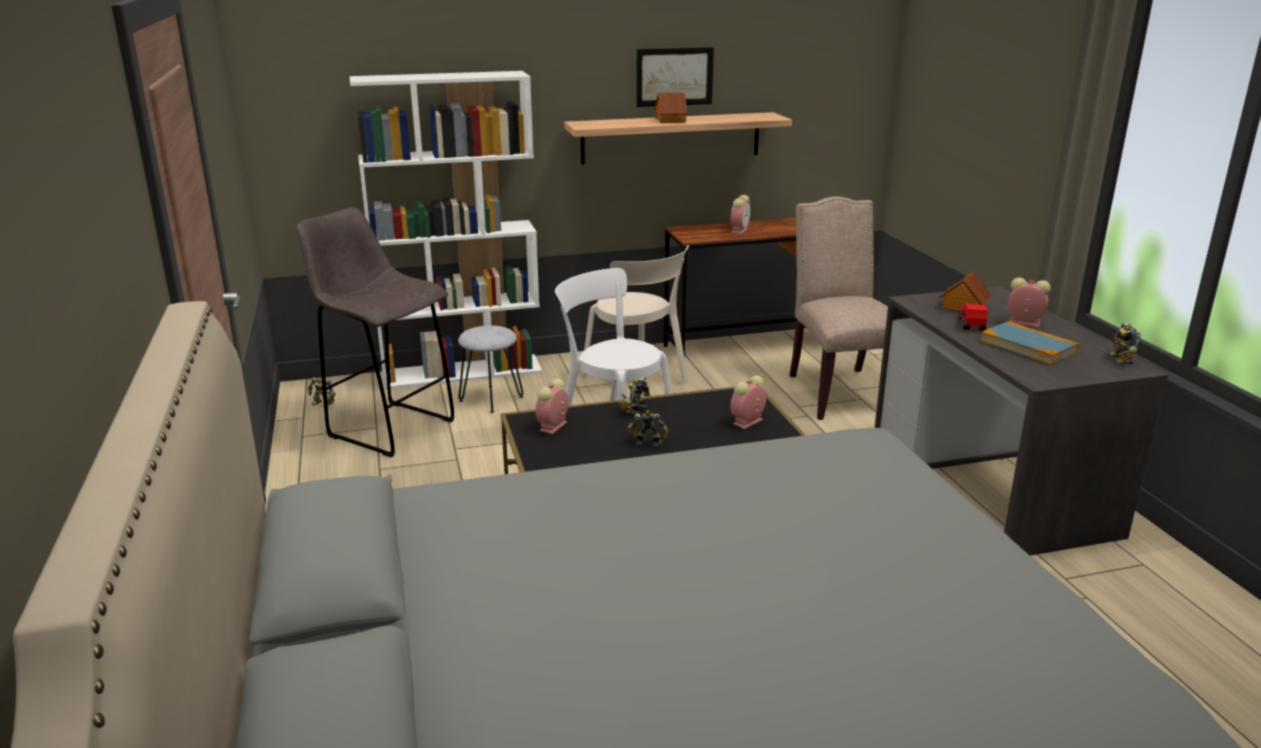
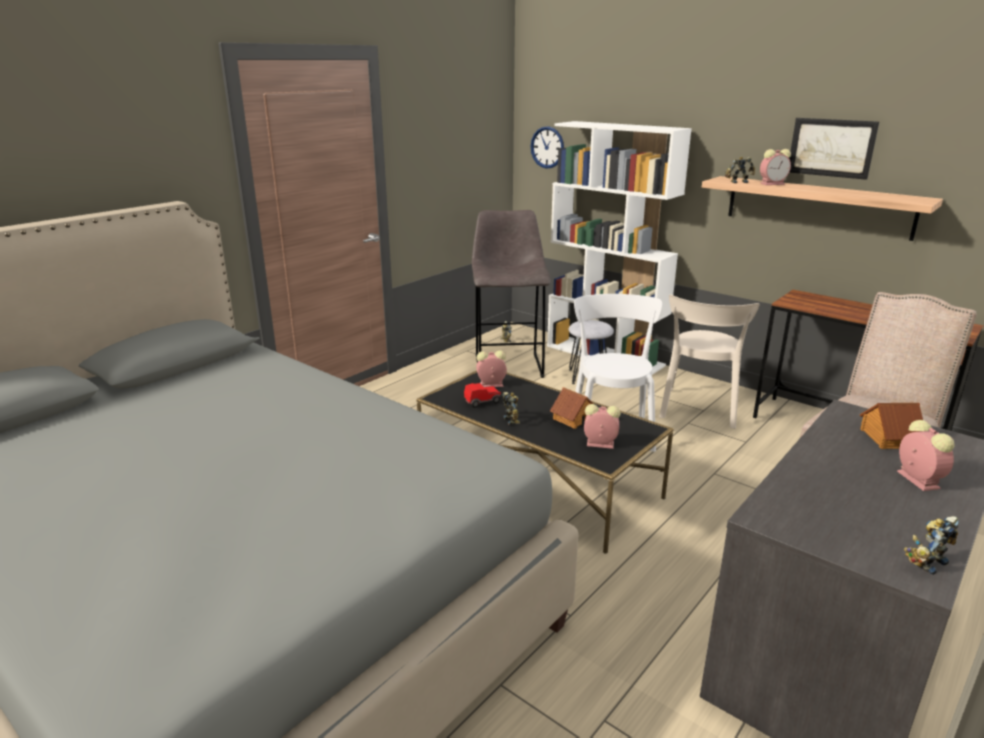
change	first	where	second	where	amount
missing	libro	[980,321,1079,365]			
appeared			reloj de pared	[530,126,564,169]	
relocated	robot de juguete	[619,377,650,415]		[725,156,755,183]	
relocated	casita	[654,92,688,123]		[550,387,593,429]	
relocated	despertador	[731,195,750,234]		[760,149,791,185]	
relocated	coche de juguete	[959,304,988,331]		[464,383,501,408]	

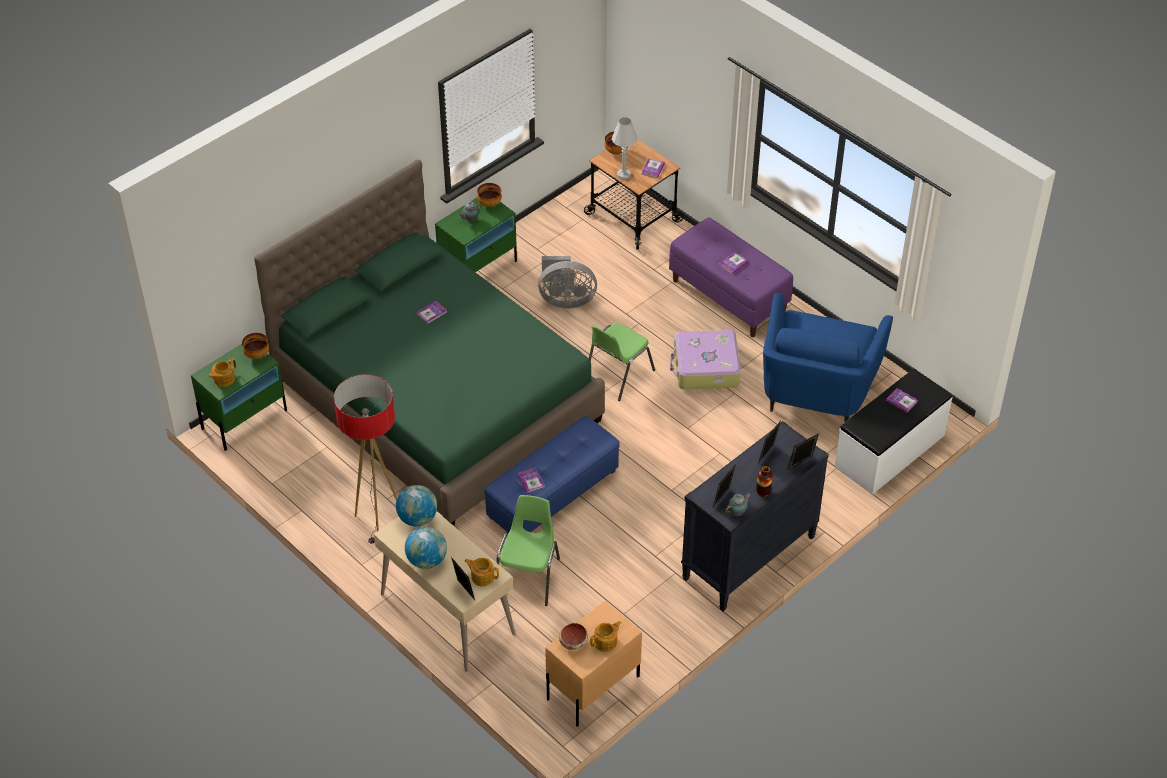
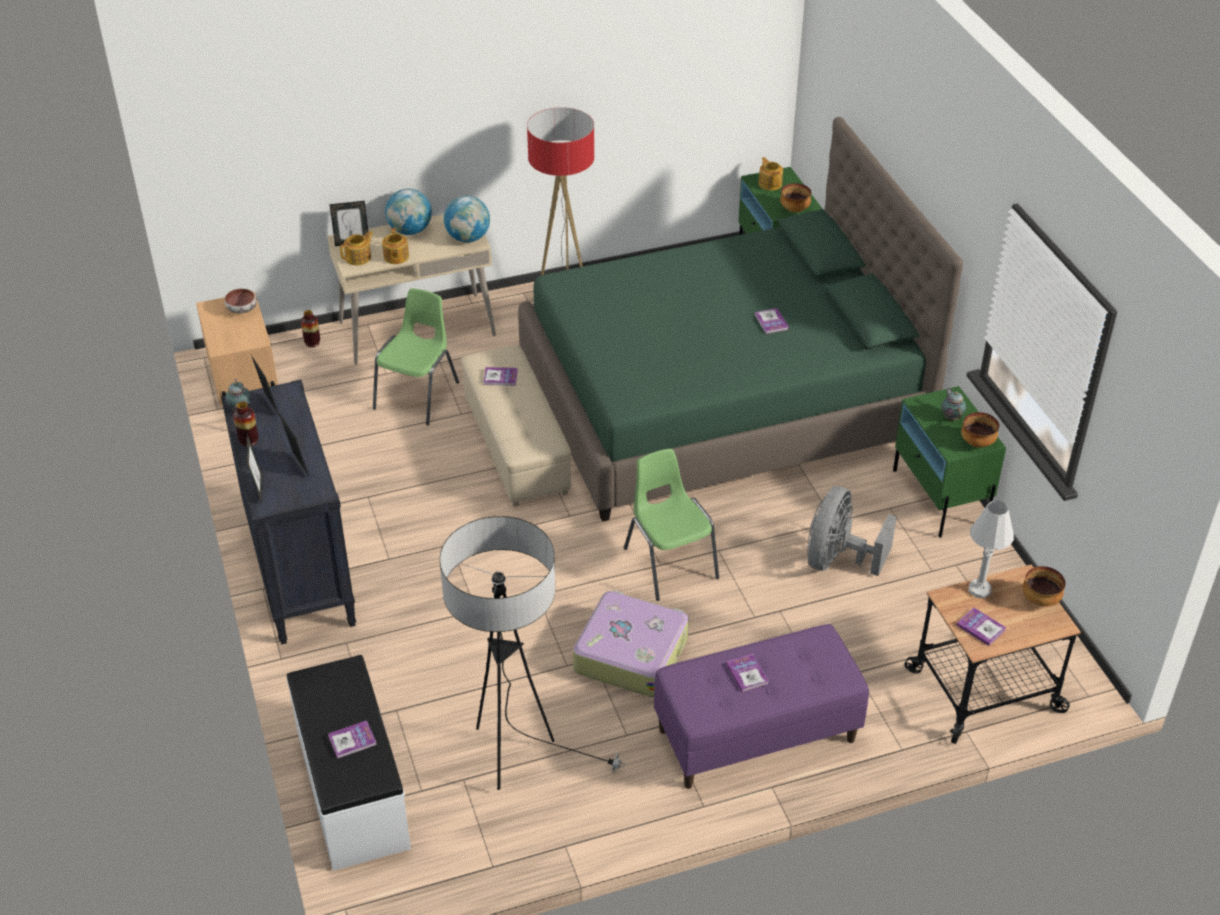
change	first	where	second	where	amount
appeared			florero	[301,310,320,348]	
relocated	tetera	[590,621,622,652]		[382,228,409,264]	
exchanged	sillón/azul	[763,293,893,423]	lámpara de pie	[440,516,625,790]	
colour	puf/azul	[484,416,619,533]	puf/beis	[461,345,571,507]	
spun	silla/verde	[496,495,560,606]		[373,288,459,425]	105 degrees counterclockwise

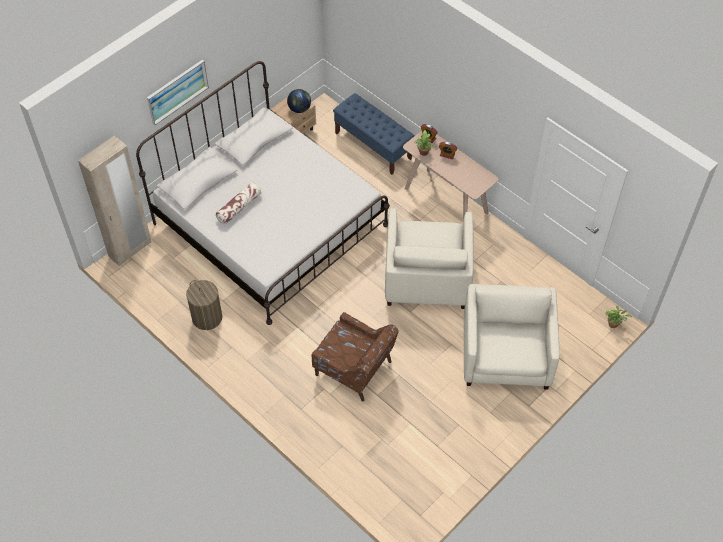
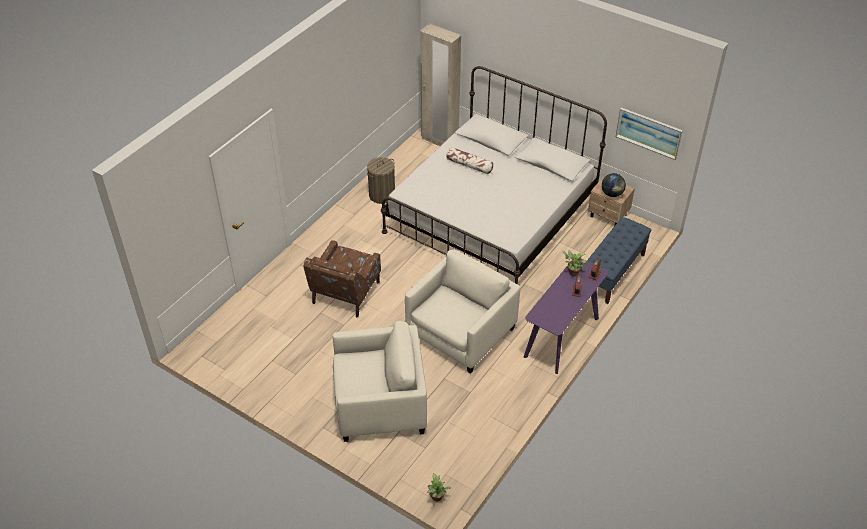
change	first	where	second	where	amount
relocated	cuadro	[147,60,209,125]		[616,107,683,160]	
colour	mesa consola/beis	[403,131,498,221]	mesa consola/morado	[524,258,608,374]	
spun	sillón/beis	[385,208,474,309]		[405,249,520,374]	135 degrees clockwise

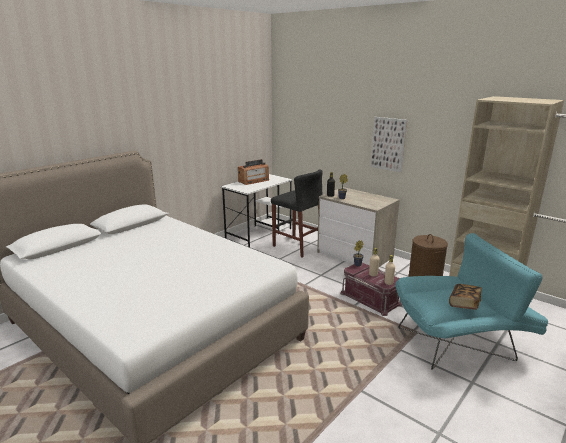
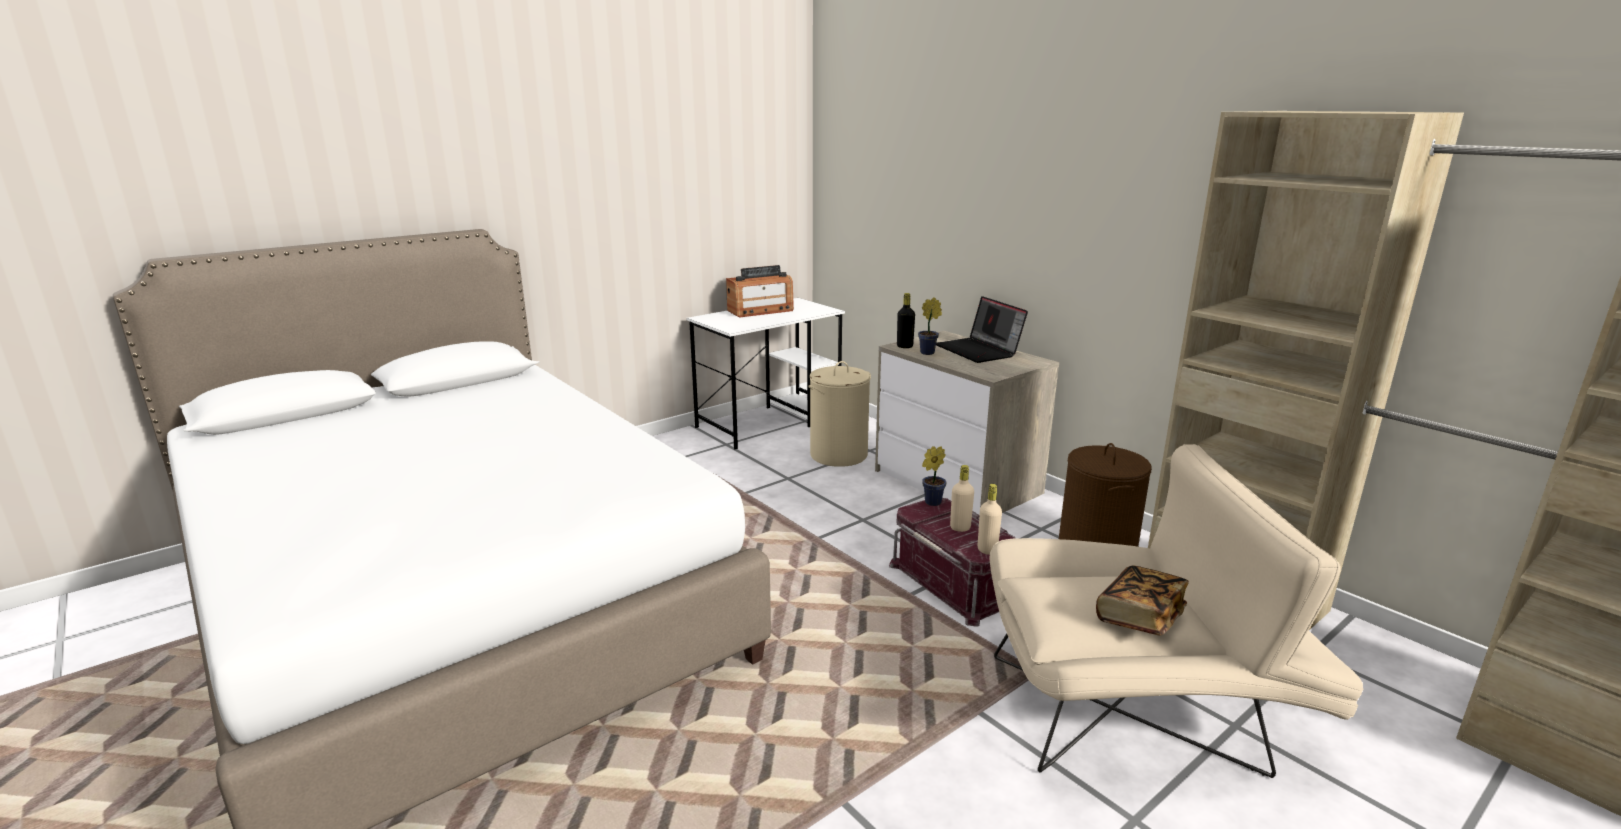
change	first	where	second	where	amount
missing	cuadro	[371,117,407,172]			
appeared			portátil	[936,296,1028,363]	
exchanged	taburete/negro	[271,169,323,258]	cesto de la ropa/beis	[808,361,871,467]	
colour	sillón/turquesa	[395,233,548,370]	sillón/beis	[989,444,1363,778]	

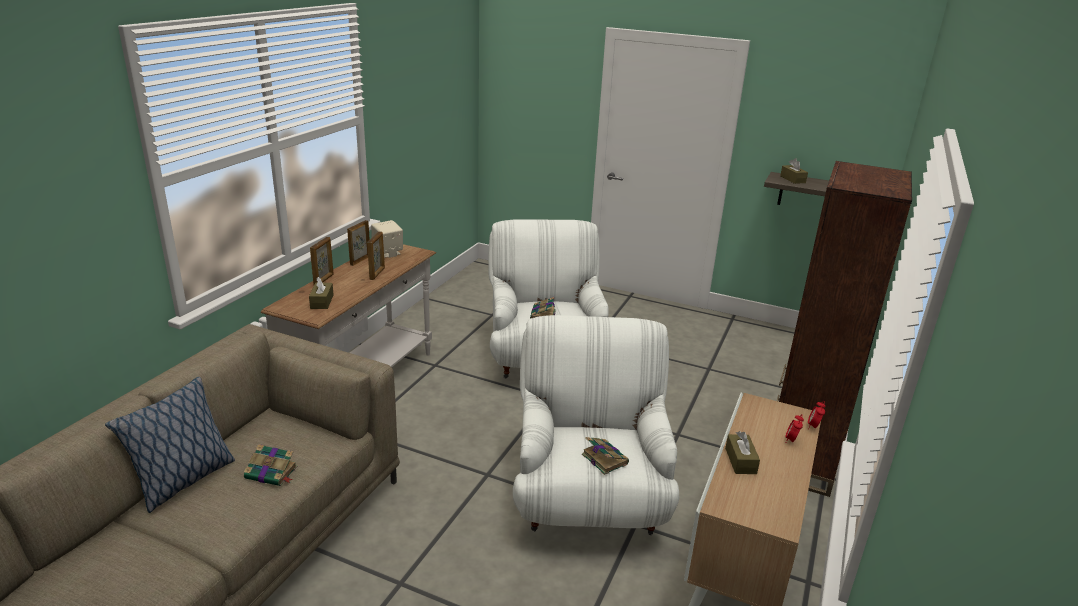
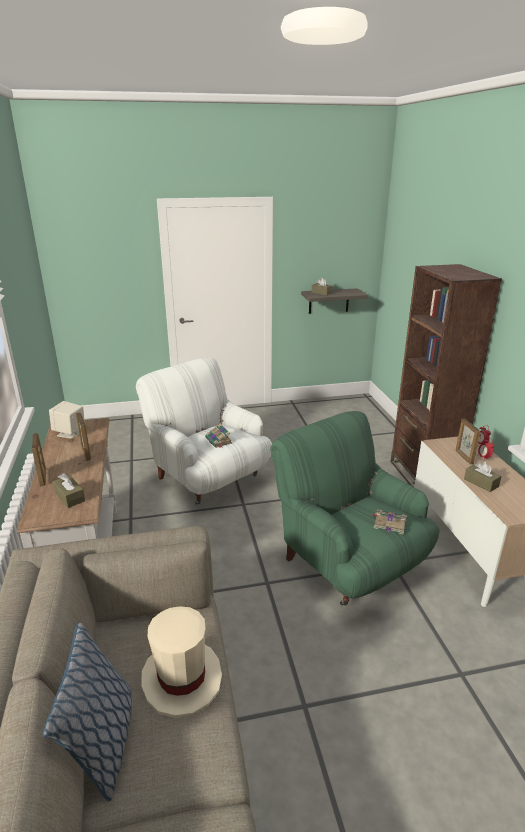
change	first	where	second	where	amount
relocated	portarretratos	[347,220,370,266]		[456,419,480,464]	
exchanged	libro	[244,444,297,486]	sombrero/beis	[141,606,222,718]	
colour	sillón/blanco	[513,315,680,535]	sillón/verde	[270,411,440,606]	

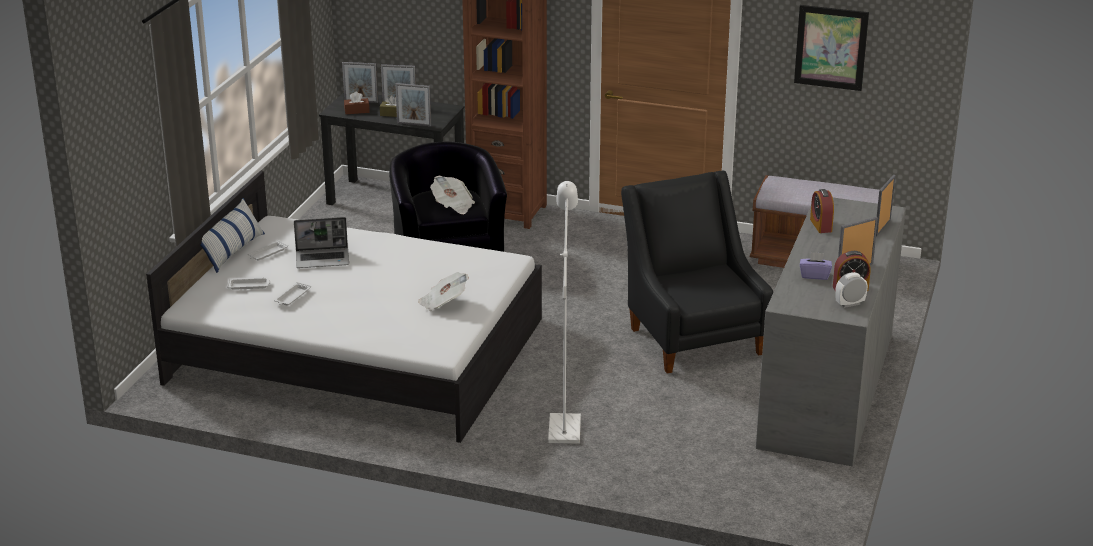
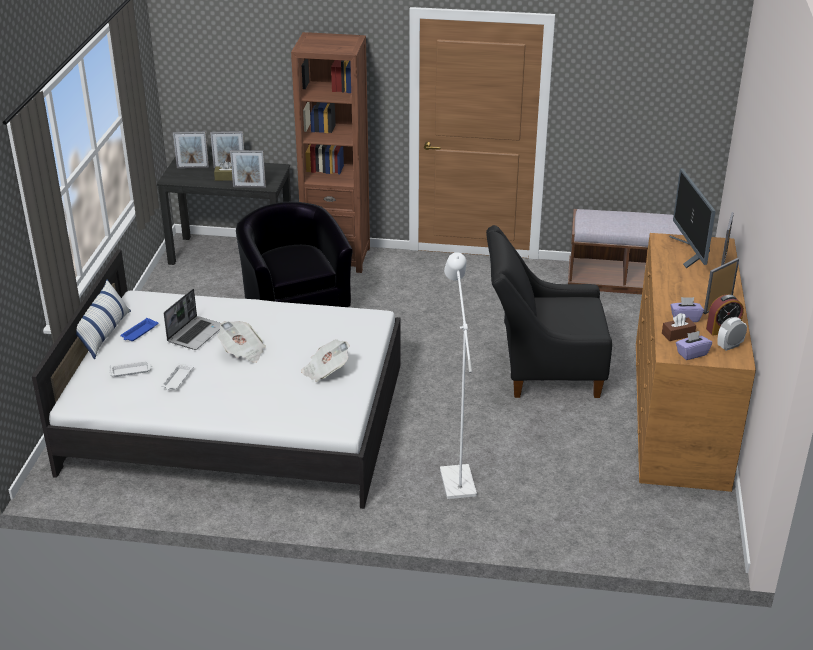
change	first	where	second	where	amount
missing	cuadro	[794,5,869,91]			
missing	despertador	[810,189,834,233]			
appeared			monitor	[669,168,716,268]	
appeared			caja de pañuelos/morado	[676,331,712,360]	
relocated	caja de pañuelos/marrón	[344,92,370,114]		[662,313,696,341]	
relocated	periódico	[430,176,475,214]		[217,321,266,363]	
colour	bandeja/blanco	[247,240,288,261]	bandeja/azul	[120,318,158,341]	
colour	cómoda/gris	[756,198,906,466]	cómoda/marrón	[636,233,756,492]	
spun	portátil	[294,217,349,268]		[164,289,221,350]	45 degrees counterclockwise
spun	sillón/negro	[621,171,773,373]		[486,225,612,398]	60 degrees counterclockwise

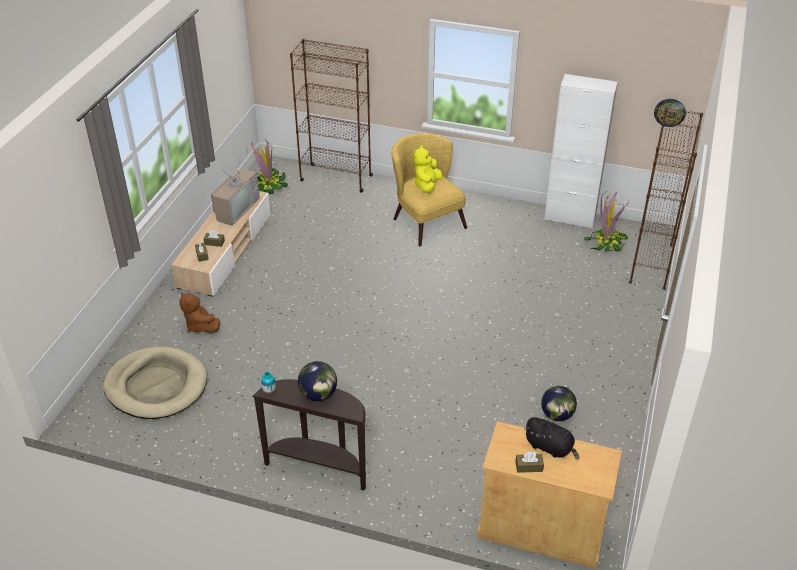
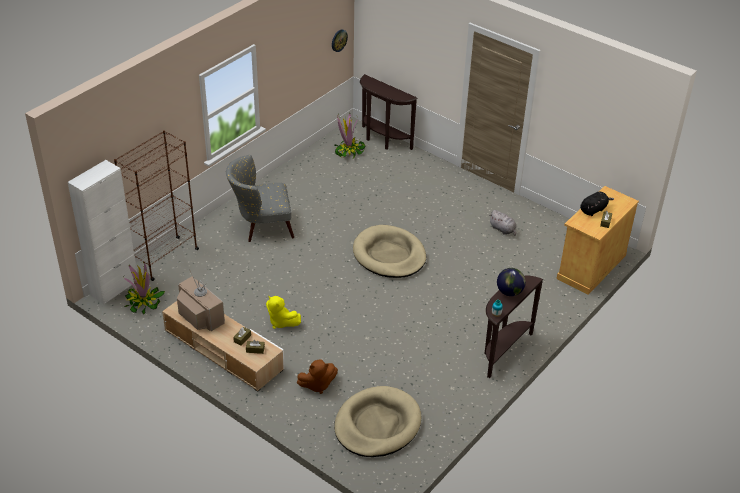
change	first	where	second	where	amount
appeared			cama para perro/beis	[353,225,426,278]	
relocated	peluche/amarillo	[413,145,442,193]		[266,296,301,329]	
relocated	armario/blanco	[544,74,618,229]		[68,160,137,304]	
exchanged	globo terráqueo	[541,386,577,421]	peluche/gris	[489,210,516,236]	
exchanged	estantería/marrón	[629,107,703,290]	mesa consola/marrón	[360,74,418,150]	
colour	sillón/amarillo	[391,133,467,246]	sillón/gris	[226,155,294,242]	

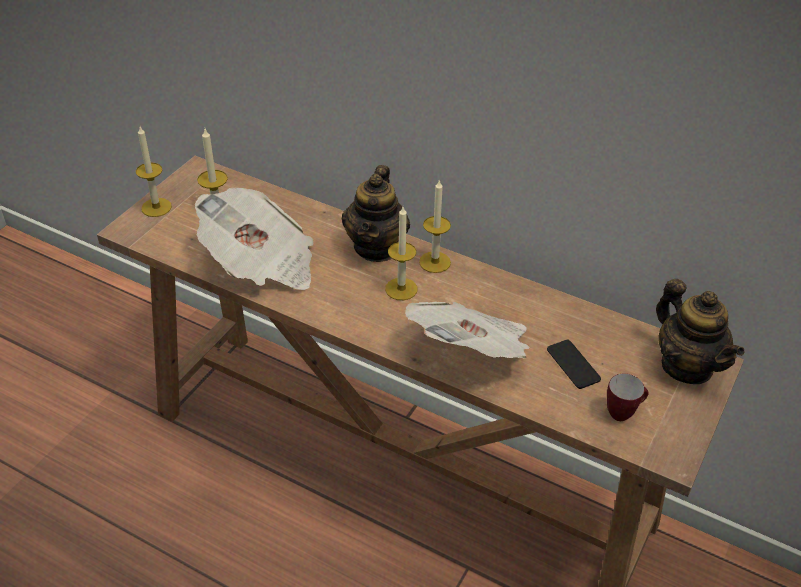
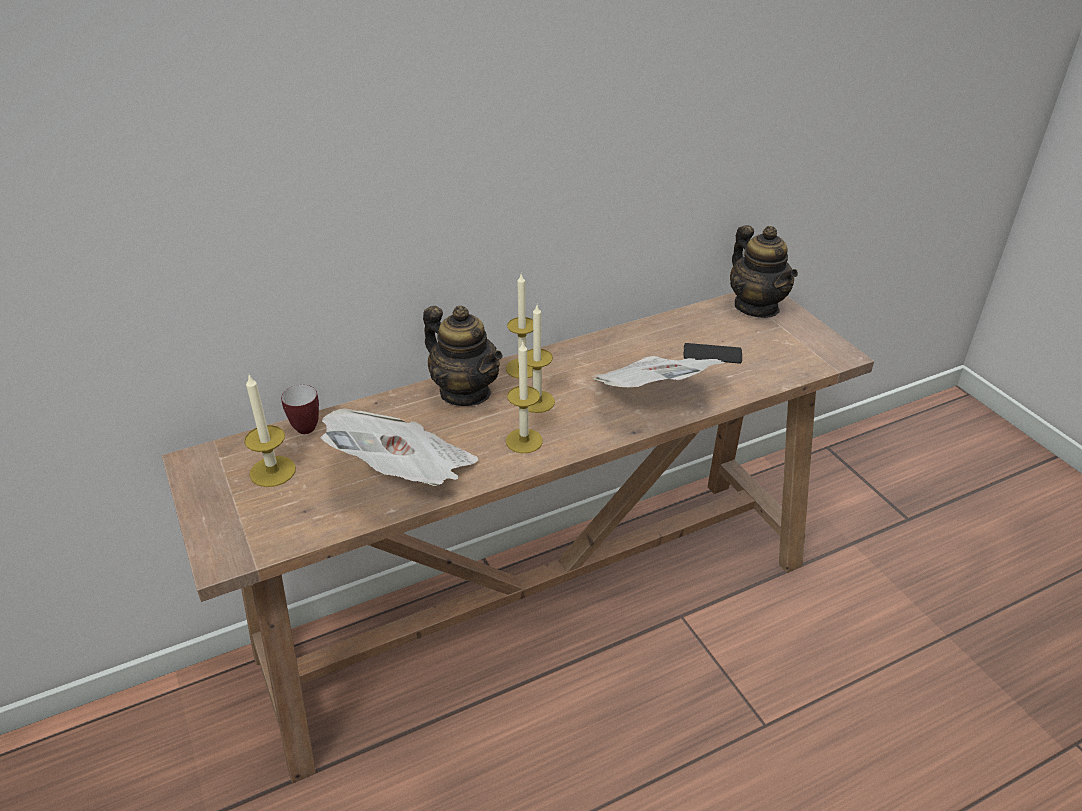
change	first	where	second	where	amount
relocated	vela	[136,127,172,217]		[506,342,543,453]	
relocated	taza grande	[607,373,649,421]		[281,385,319,434]	
spun	tetera	[656,279,745,384]		[730,225,798,318]	60 degrees clockwise

